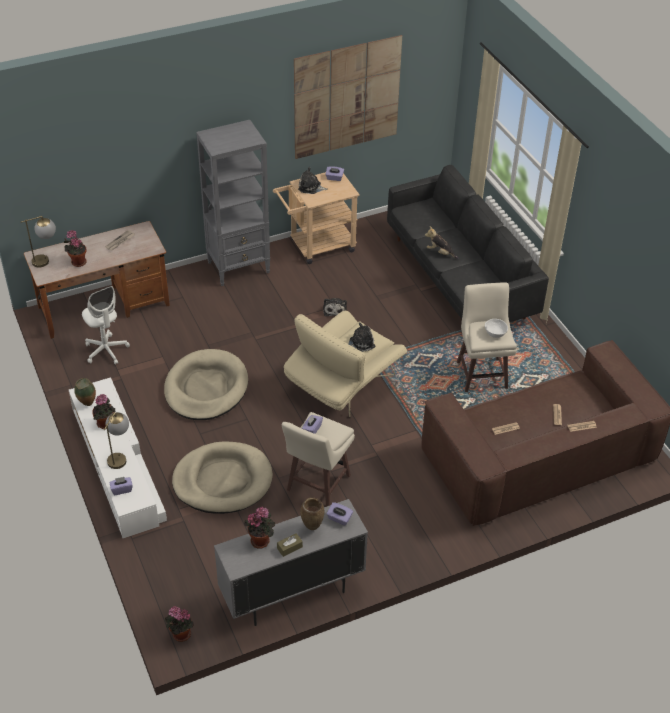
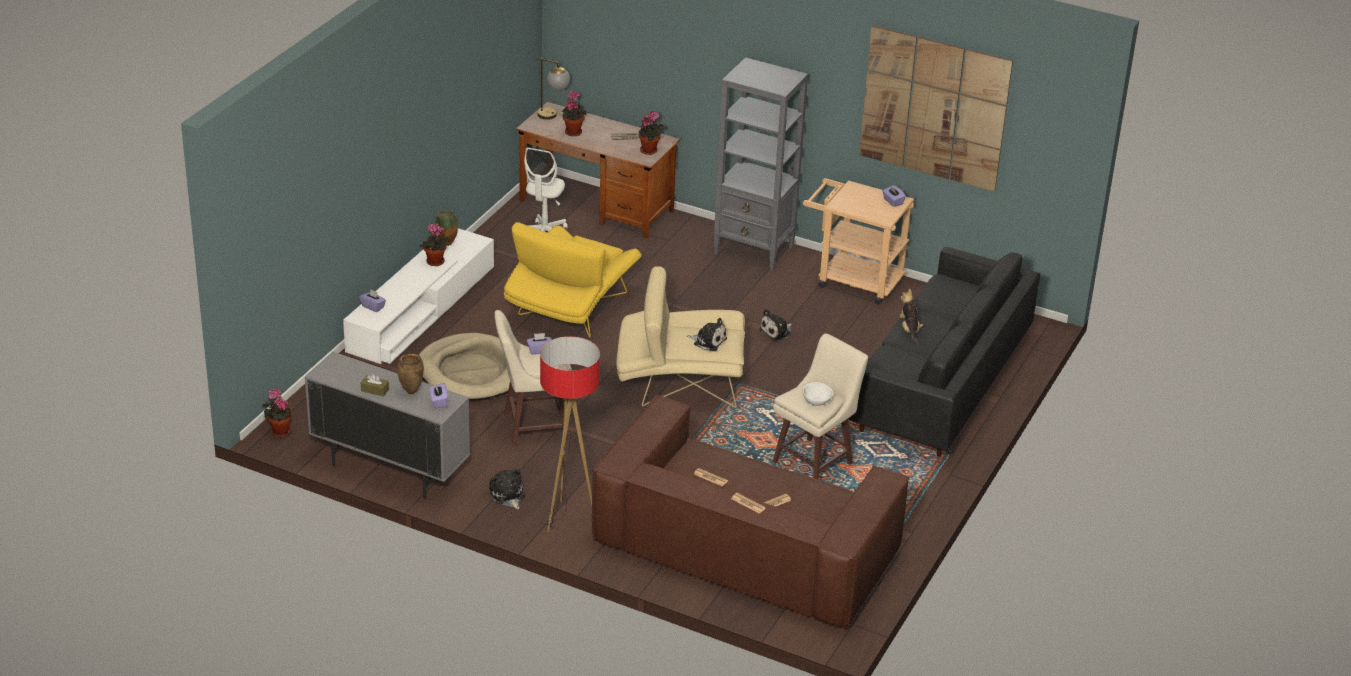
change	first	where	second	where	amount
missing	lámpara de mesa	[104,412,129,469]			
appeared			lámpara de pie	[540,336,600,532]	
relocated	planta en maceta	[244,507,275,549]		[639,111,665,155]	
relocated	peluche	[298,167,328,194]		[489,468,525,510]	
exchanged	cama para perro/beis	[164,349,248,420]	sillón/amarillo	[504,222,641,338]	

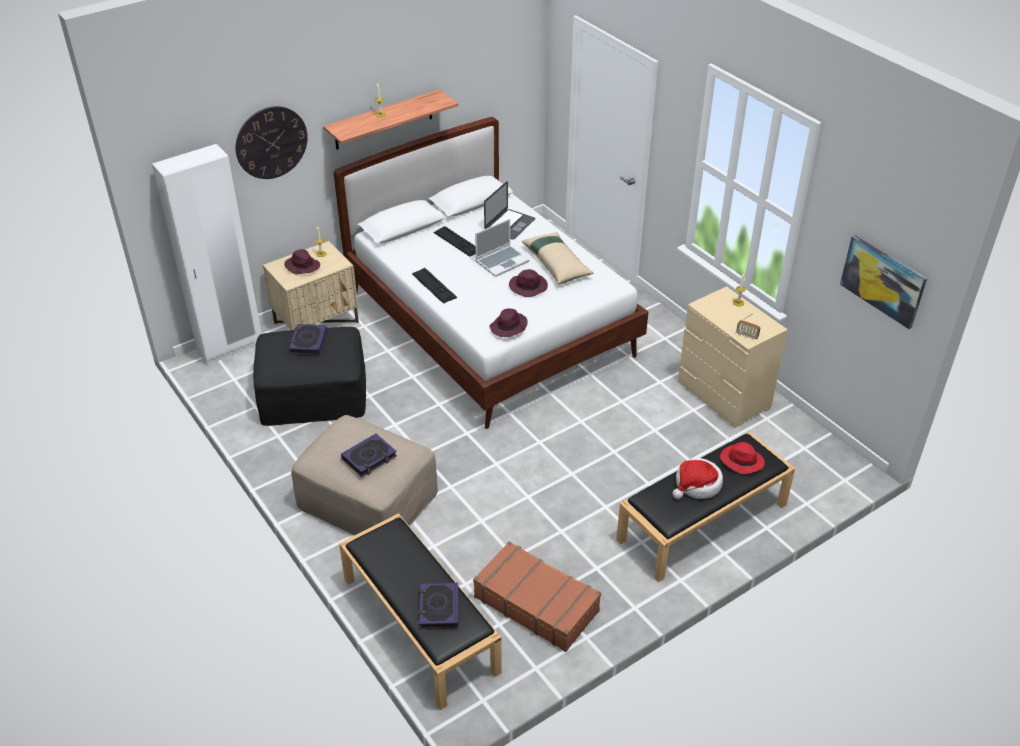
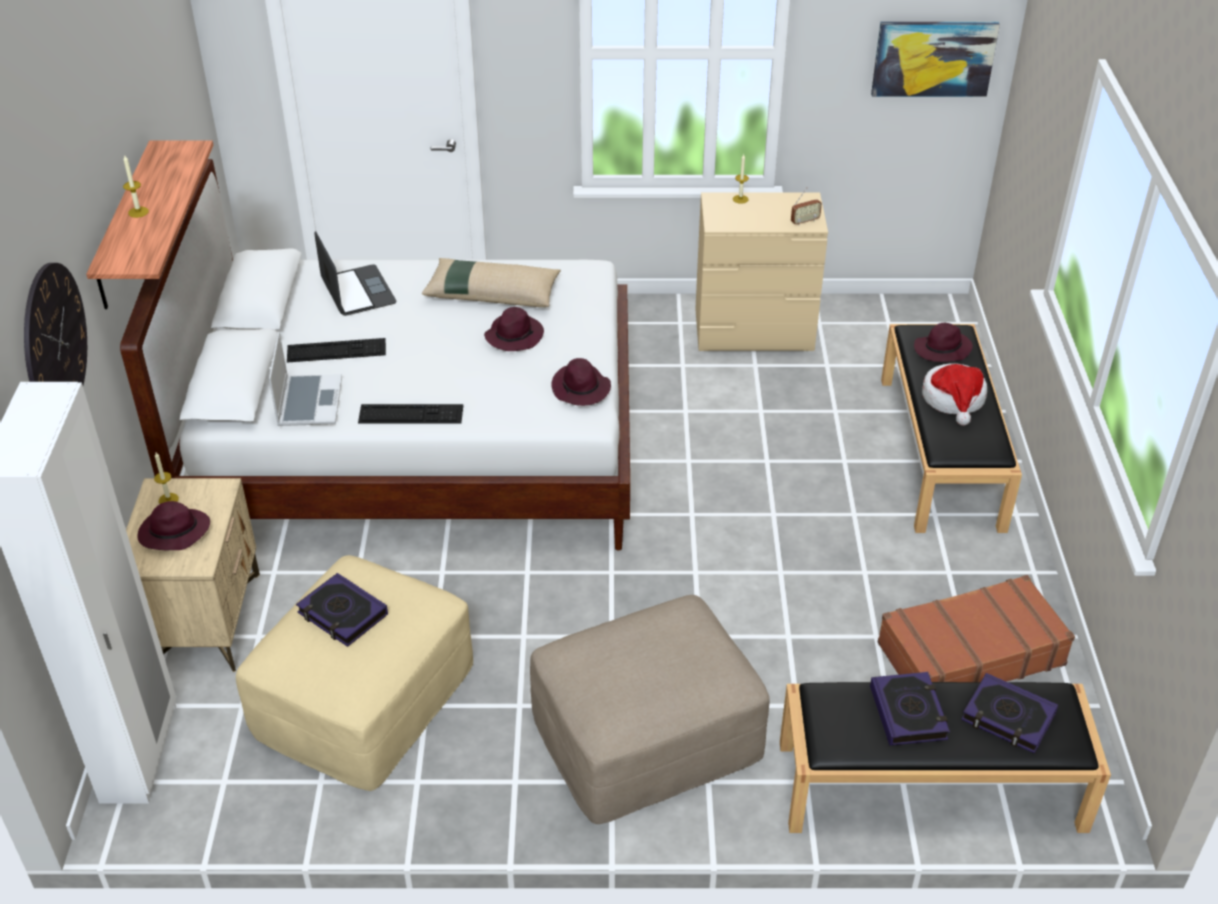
change	first	where	second	where	amount
relocated	libro	[341,434,397,477]		[870,672,950,746]	
relocated	portátil	[475,219,530,277]		[269,332,342,426]	
colour	puf/negro	[253,327,366,426]	puf/beis	[236,555,473,791]	
colour	sombrero/rojo	[720,442,765,474]	sombrero/morado	[914,323,973,362]	

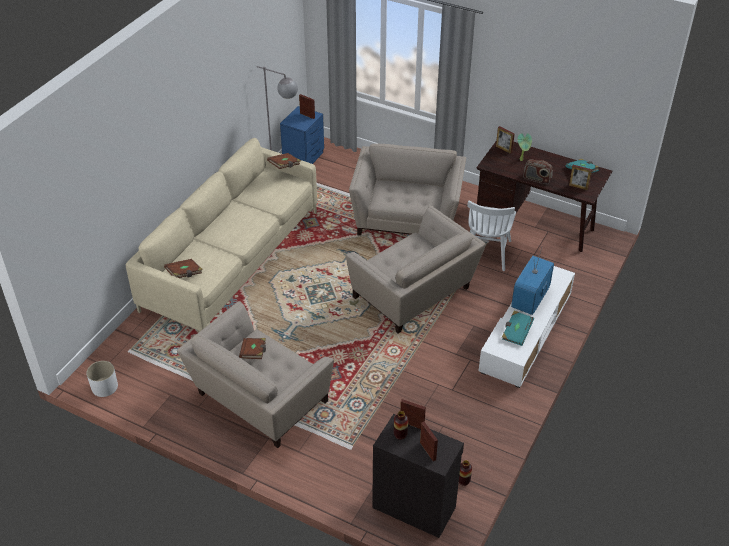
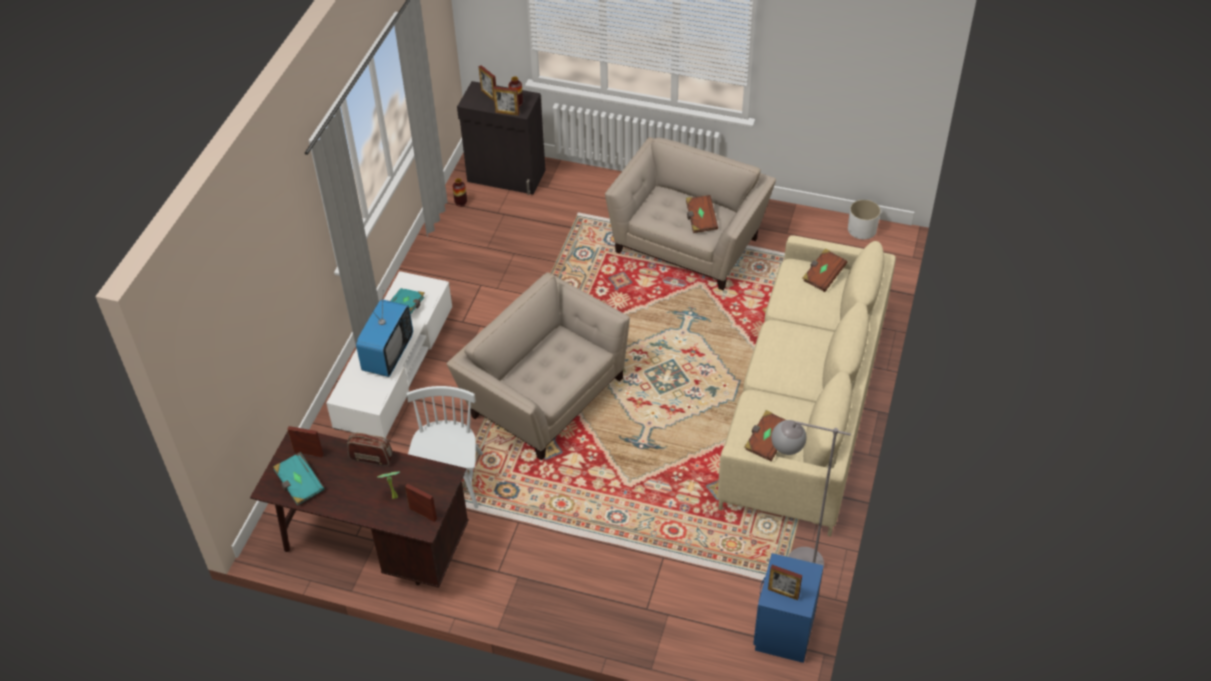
change	first	where	second	where	amount
missing	sillón/beis	[349,144,466,236]			

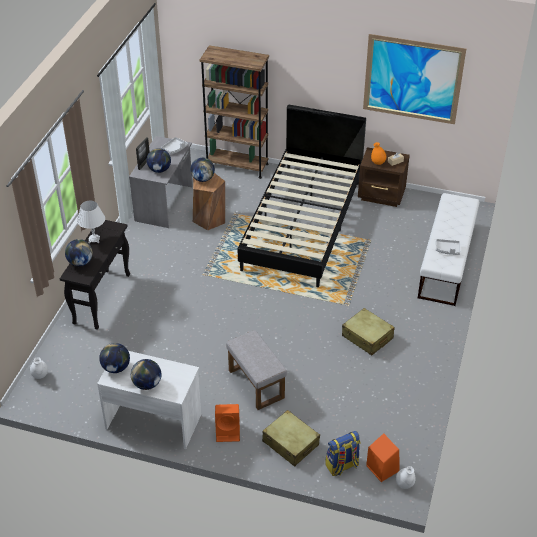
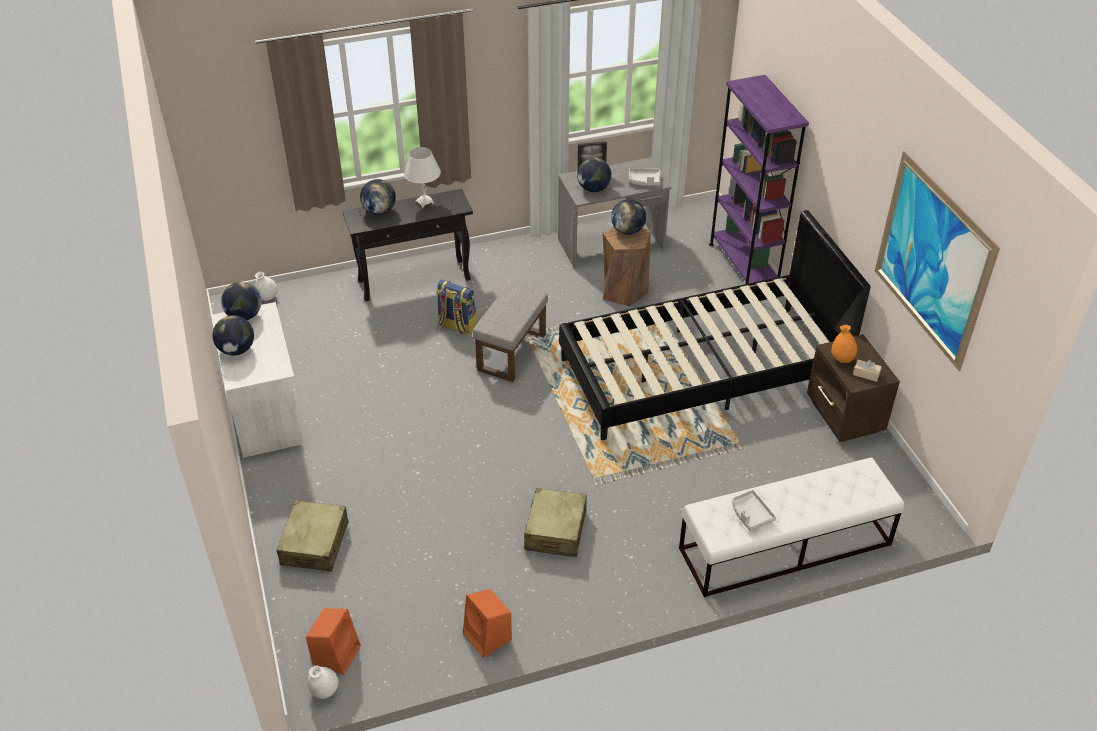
change	first	where	second	where	amount
relocated	altavoz/naranja	[215,404,240,442]		[463,589,512,658]	
relocated	puf/gris	[226,330,287,410]		[473,282,548,382]	
relocated	mochila	[325,431,360,476]		[436,280,477,336]	
colour	estantería/marrón	[200,45,269,179]	estantería/morado	[709,75,809,284]	

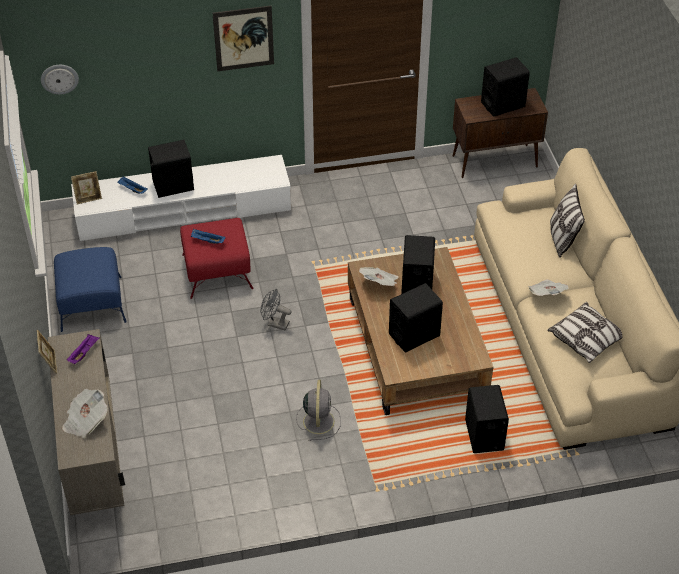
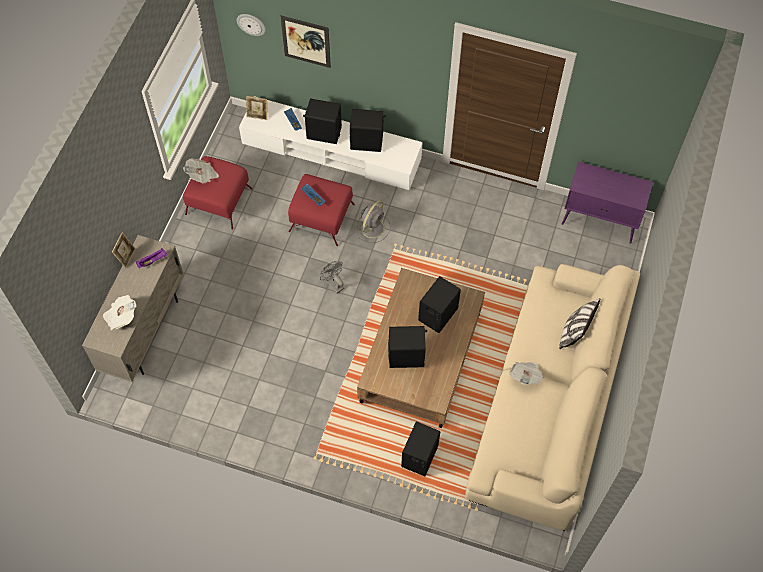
change	first	where	second	where	amount
missing	cojín	[547,302,622,363]			
relocated	cuadro	[213,6,274,71]		[280,15,331,68]	
relocated	ventilador/gris	[296,380,341,441]		[357,200,390,243]	
relocated	periódico	[359,267,398,286]		[183,158,219,184]	
relocated	altavoz/negro	[481,57,530,117]		[350,109,386,152]	
colour	puf/azul	[54,247,127,332]	puf/rojo	[183,156,253,230]	
colour	armario/marrón	[453,88,548,178]	armario/morado	[562,162,653,244]	

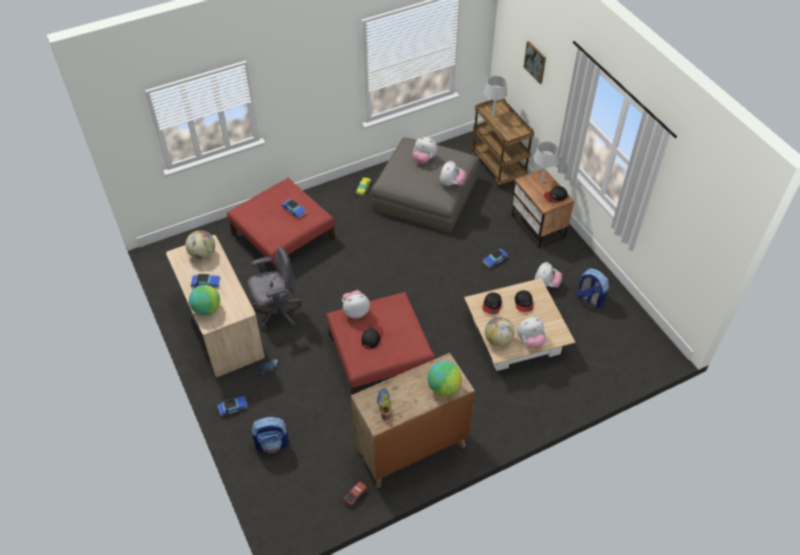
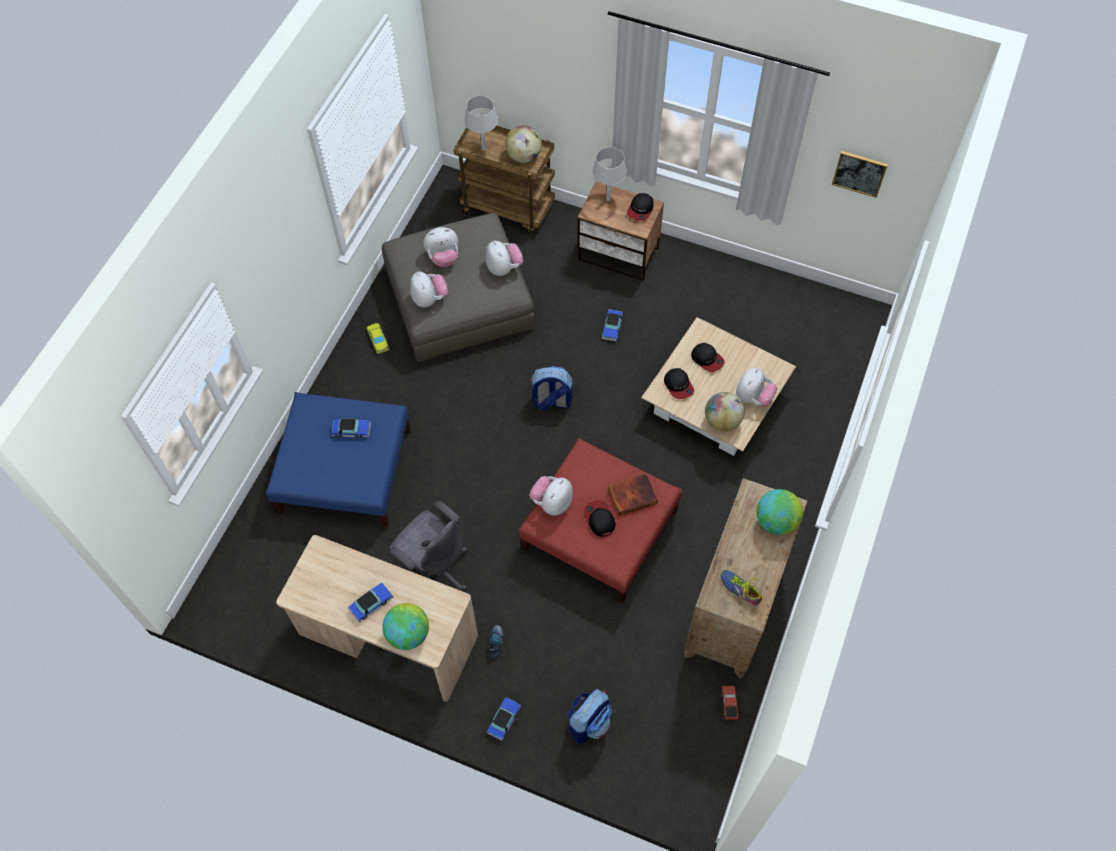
change	first	where	second	where	amount
appeared			libro	[608,473,658,516]	
relocated	globo terráqueo	[185,230,215,260]		[505,125,542,163]	
relocated	cuadro	[523,41,546,84]		[832,151,888,198]	
relocated	peluche	[535,262,562,288]		[410,271,448,307]	
relocated	mochila	[577,268,609,308]		[530,366,573,410]	
colour	puf/rojo	[227,178,335,272]	puf/azul	[266,392,411,528]	
spun	silla de oficina/gris	[248,247,301,331]		[389,500,468,592]	105 degrees clockwise

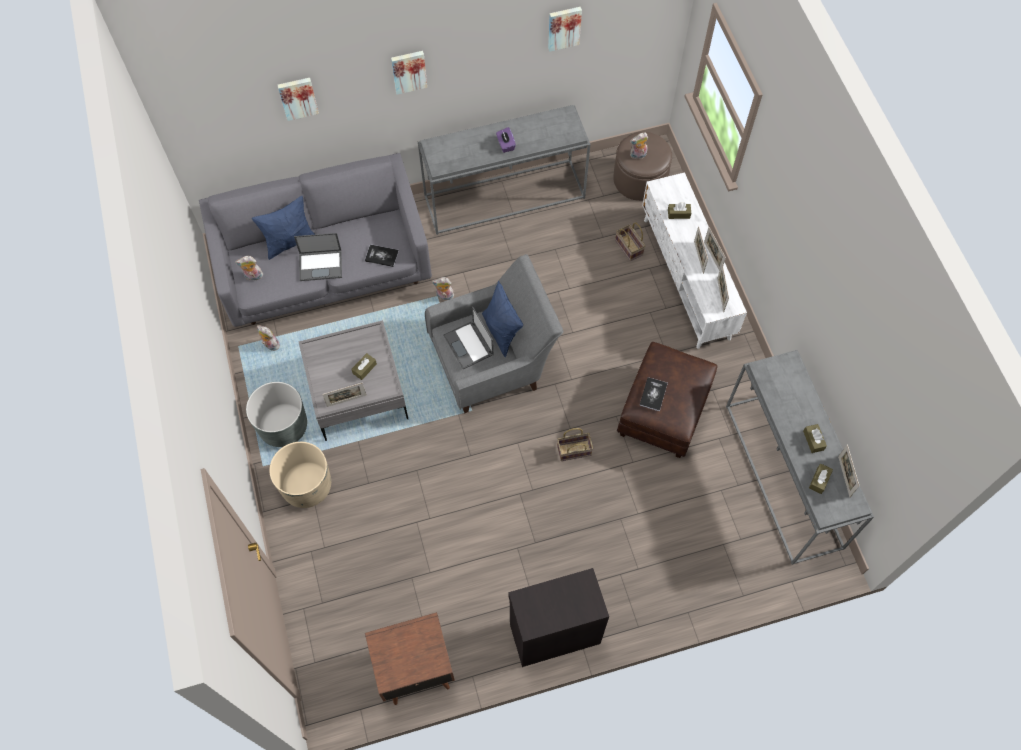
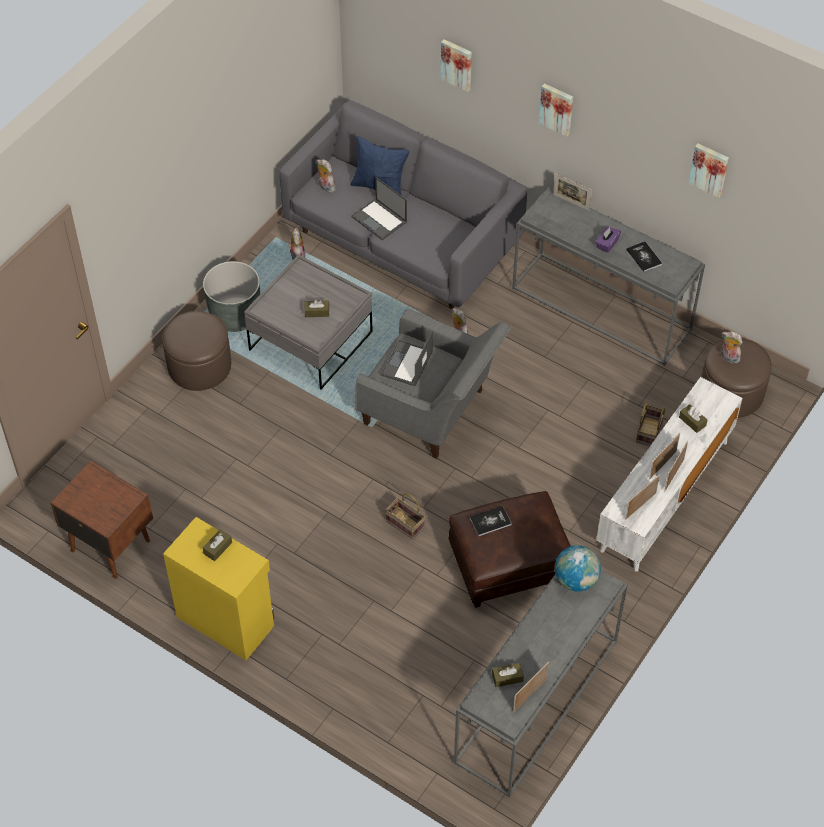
change	first	where	second	where	amount
missing	cojín/azul	[482,281,524,357]			
appeared			globo terráqueo	[555,545,601,592]	
relocated	portarretratos	[322,382,366,407]		[553,174,592,211]	
relocated	libro	[365,244,399,267]		[626,241,662,272]	
relocated	caja de pañuelos/marrón	[803,424,827,453]		[202,529,232,561]	
exchanged	maceta/beis	[269,442,331,508]	puf/marrón	[162,311,231,391]	
colour	armario/negro	[509,568,609,667]	armario/amarillo	[163,517,274,660]	

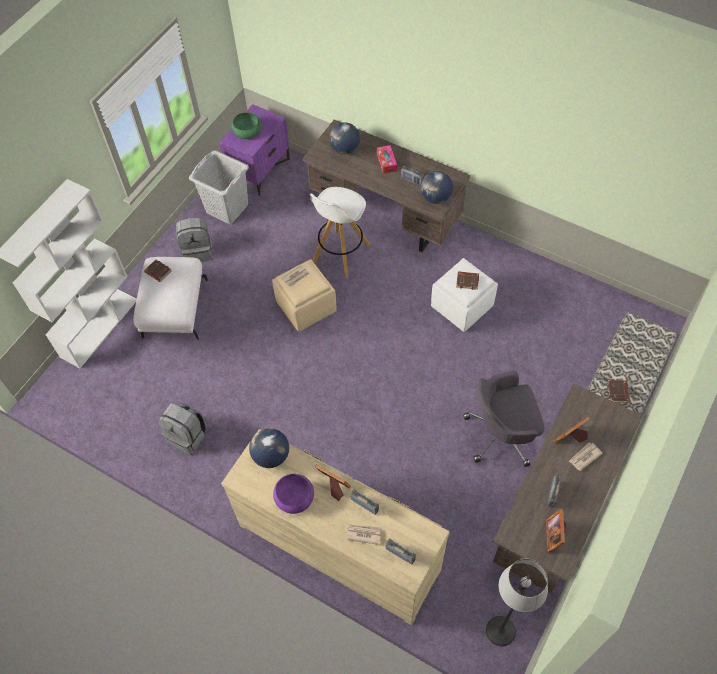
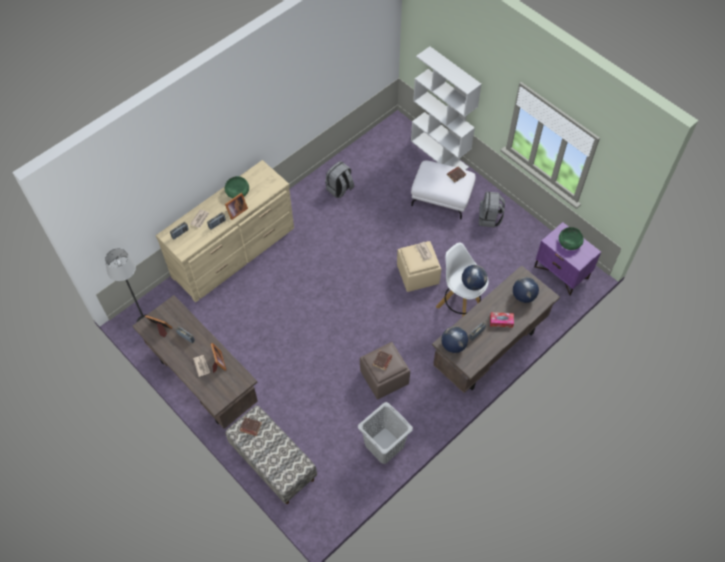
change	first	where	second	where	amount
missing	silla de oficina/gris	[463,371,544,467]			
relocated	cesto de la ropa/gris	[189,150,249,224]		[358,402,413,464]	
relocated	globo terráqueo	[249,428,289,468]		[462,265,488,290]	
colour	cuenco/morado	[273,474,314,514]	cuenco/verde	[225,176,249,199]	
colour	puf/blanco	[431,258,498,332]	puf/marrón	[360,342,410,399]	

